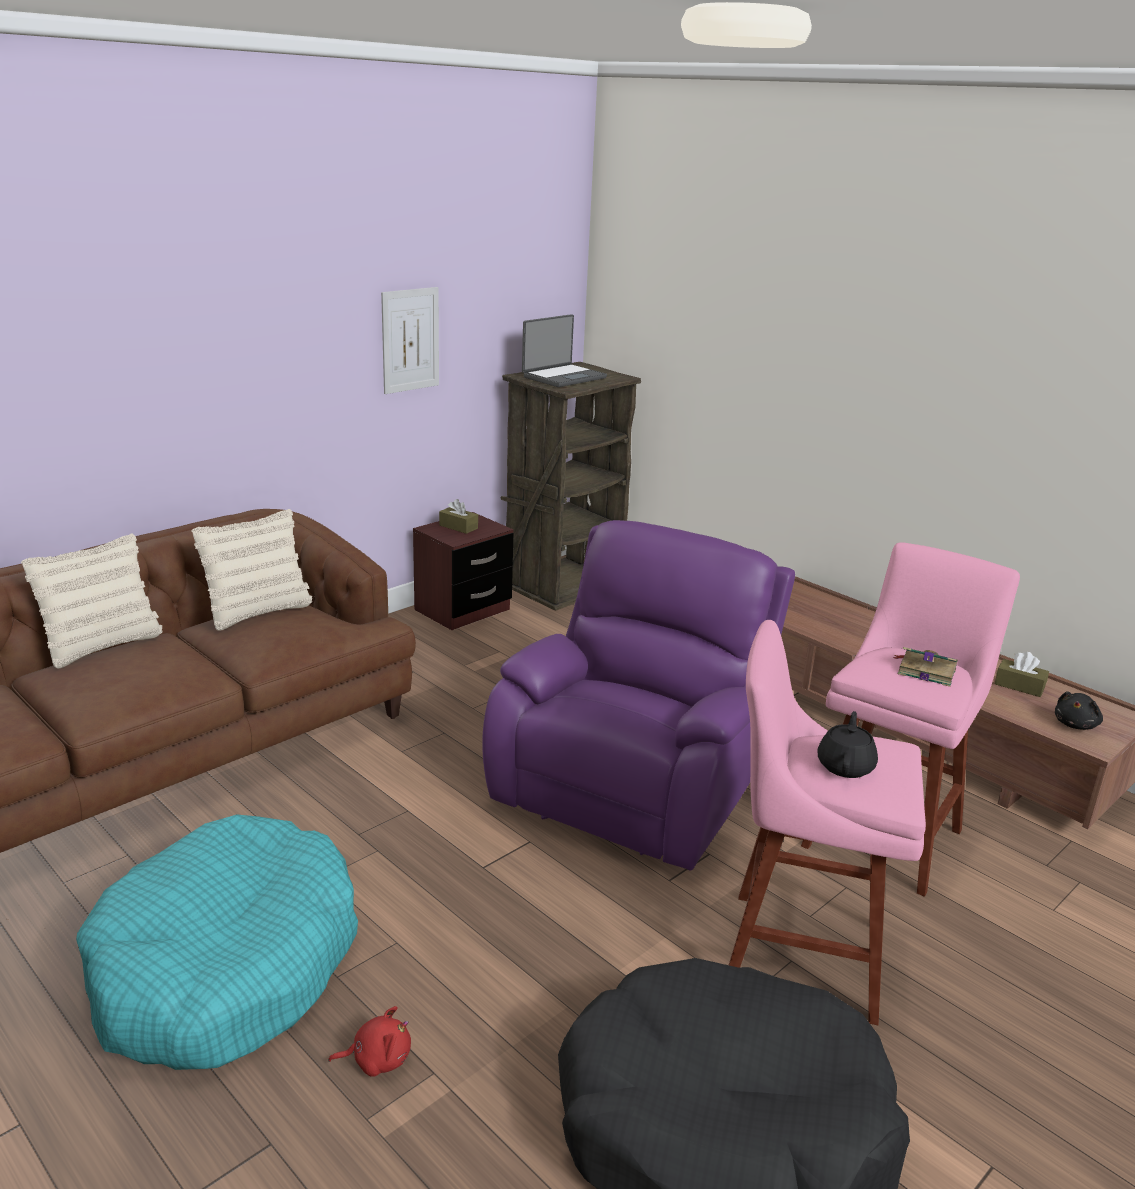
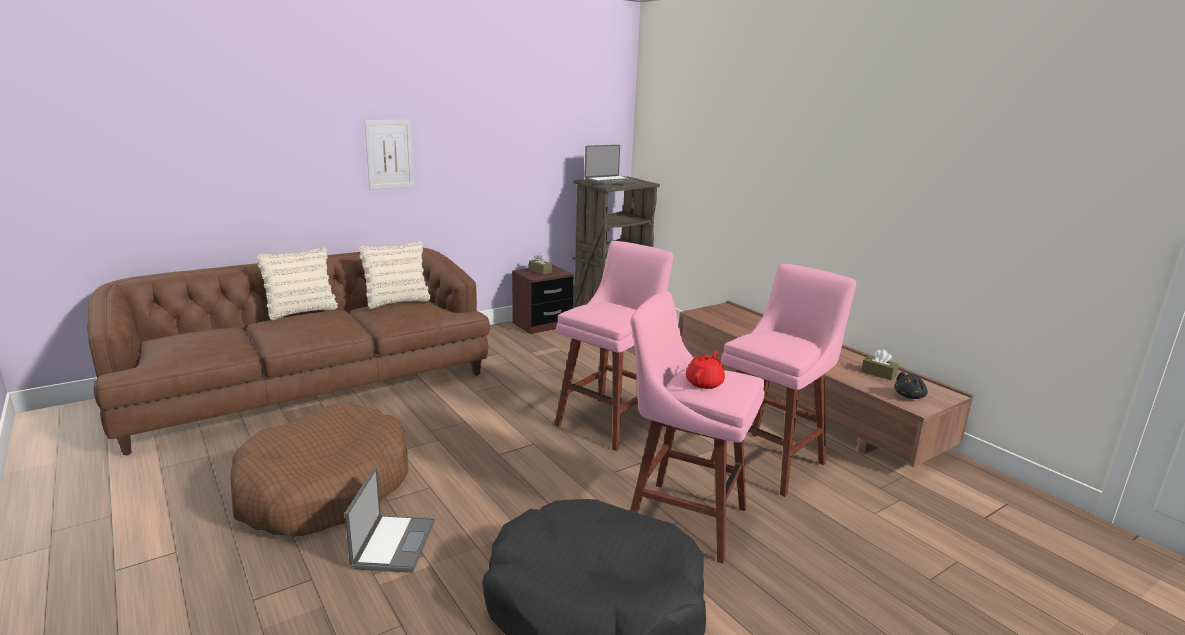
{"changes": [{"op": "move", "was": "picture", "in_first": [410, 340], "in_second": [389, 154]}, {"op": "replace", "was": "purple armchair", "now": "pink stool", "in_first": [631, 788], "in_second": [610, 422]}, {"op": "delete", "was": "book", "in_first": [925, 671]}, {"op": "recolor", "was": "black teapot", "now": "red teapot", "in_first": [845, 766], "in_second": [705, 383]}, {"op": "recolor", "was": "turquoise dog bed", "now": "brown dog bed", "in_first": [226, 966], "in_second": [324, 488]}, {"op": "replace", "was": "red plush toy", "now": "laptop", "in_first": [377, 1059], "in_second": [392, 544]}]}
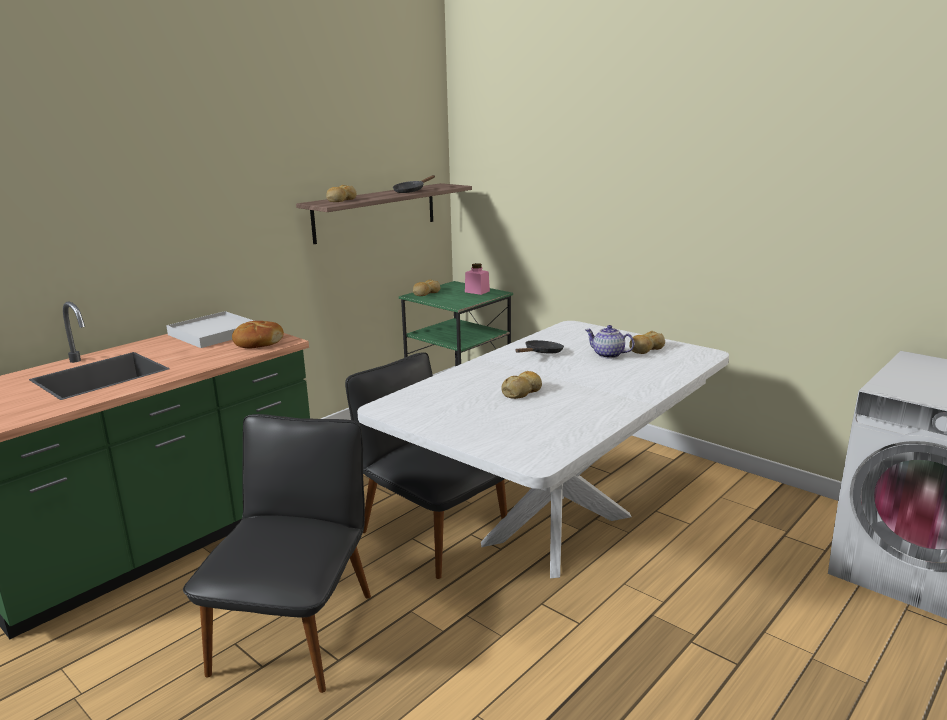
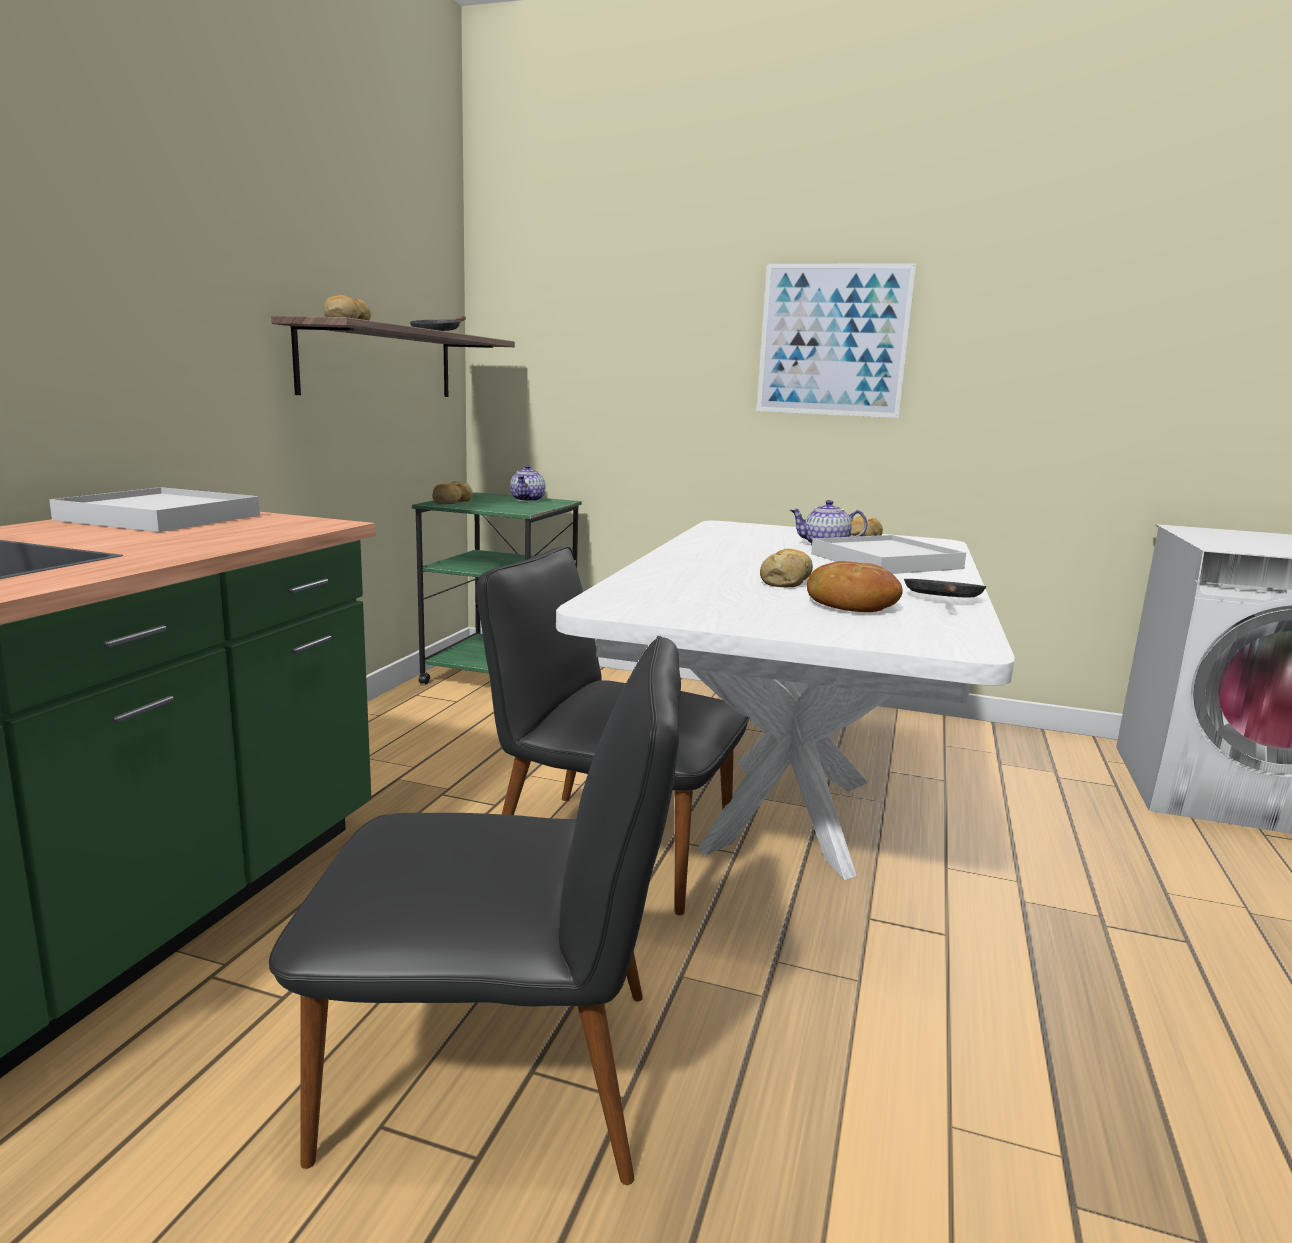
{"changes": [{"op": "replace", "was": "pink jar", "now": "teapot", "in_first": [477, 291], "in_second": [528, 500]}, {"op": "move", "was": "bread", "in_first": [258, 342], "in_second": [851, 604]}, {"op": "move", "was": "black frying pan", "in_first": [541, 353], "in_second": [943, 600]}, {"op": "rotate", "was": "black chair", "in_first": [293, 633], "in_second": [495, 1070], "clockwise": 105}, {"op": "insert", "now": "picture", "in_second": [833, 340]}, {"op": "insert", "now": "white tray", "in_second": [885, 561]}]}
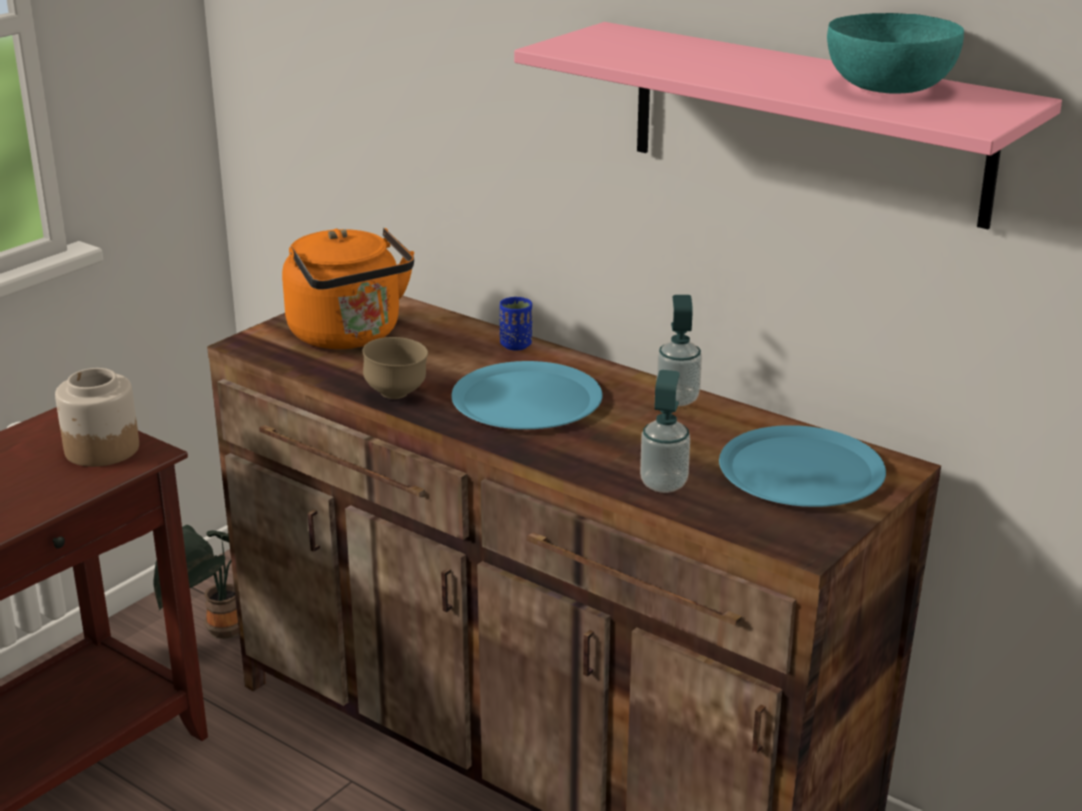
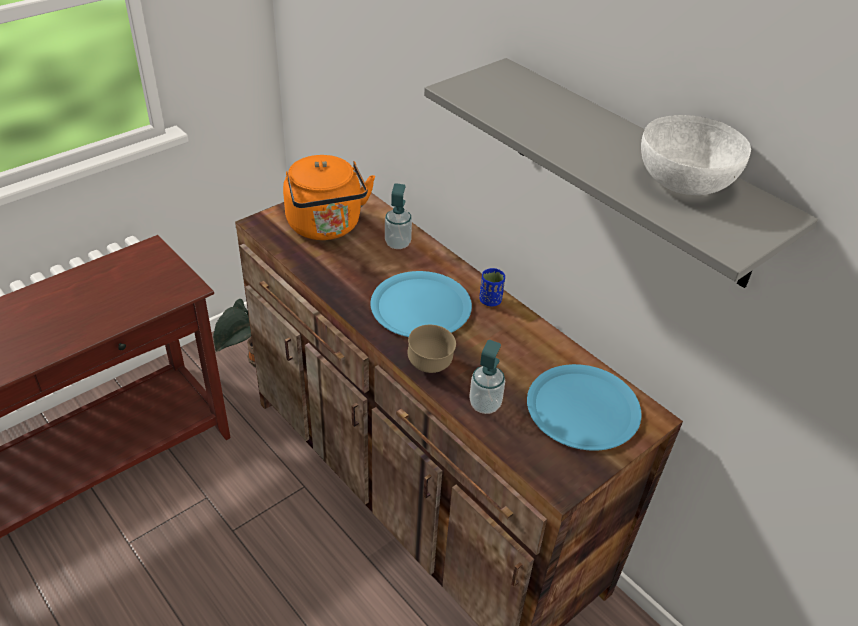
{"changes": [{"op": "recolor", "was": "turquoise bowl", "now": "white bowl", "in_first": [889, 87], "in_second": [684, 181]}, {"op": "recolor", "was": "pink shelf", "now": "grey shelf", "in_first": [807, 122], "in_second": [632, 172]}, {"op": "move", "was": "soap dispenser", "in_first": [677, 399], "in_second": [397, 243]}, {"op": "move", "was": "blue cup", "in_first": [516, 345], "in_second": [490, 300]}, {"op": "move", "was": "brown bowl", "in_first": [397, 395], "in_second": [430, 366]}, {"op": "delete", "was": "jar", "in_first": [101, 449]}]}
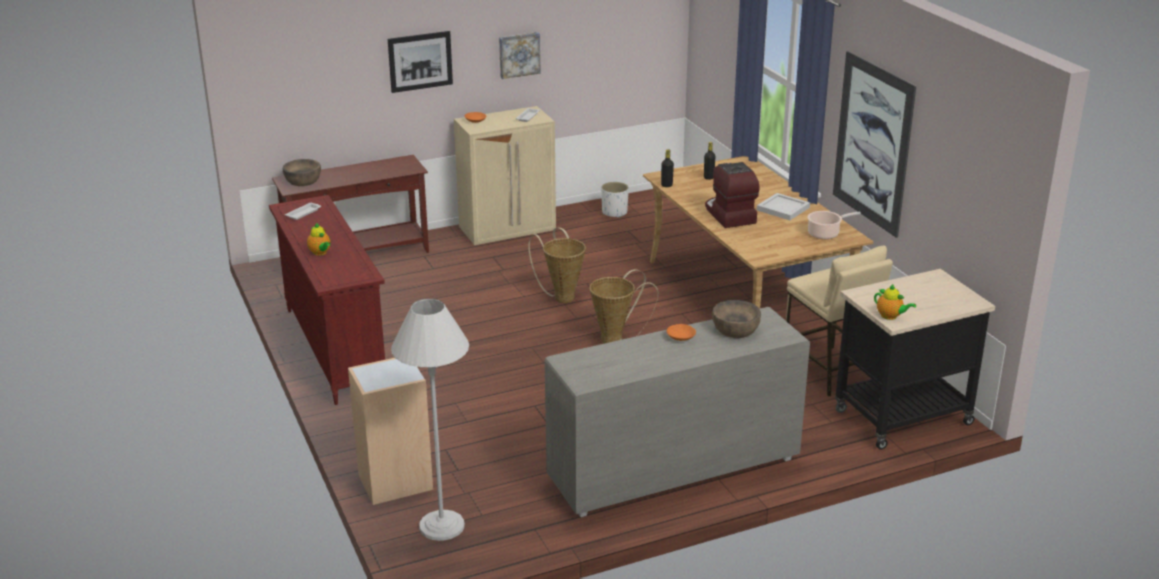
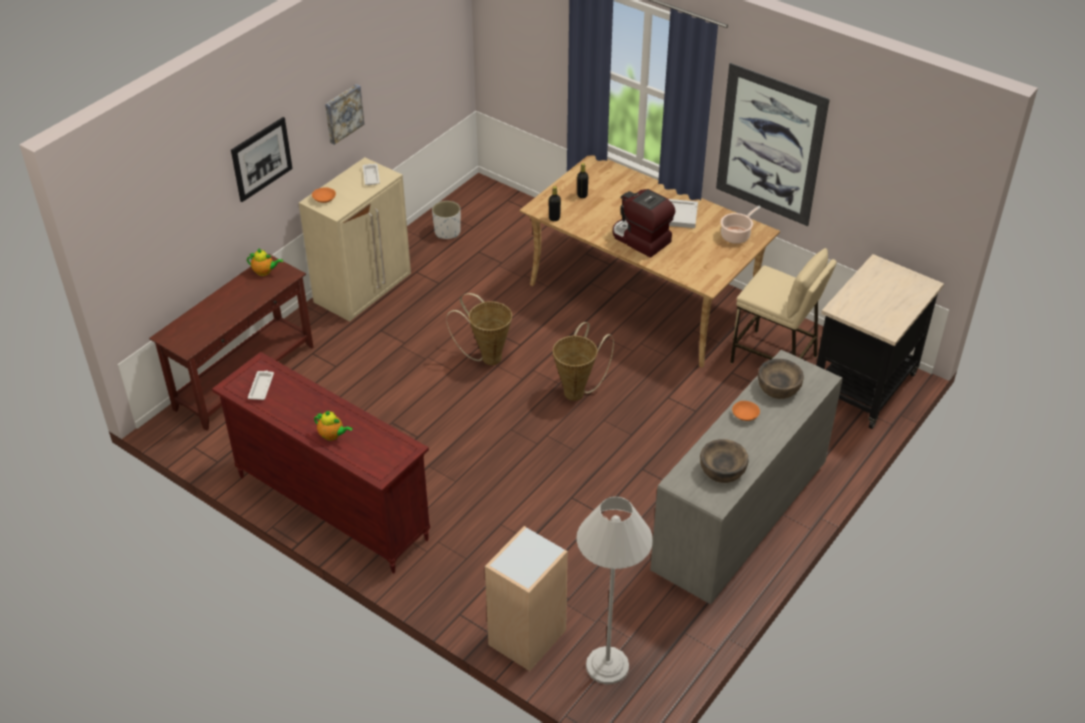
{"changes": [{"op": "move", "was": "brown bowl", "in_first": [303, 180], "in_second": [722, 470]}, {"op": "move", "was": "teapot", "in_first": [890, 316], "in_second": [265, 272]}]}
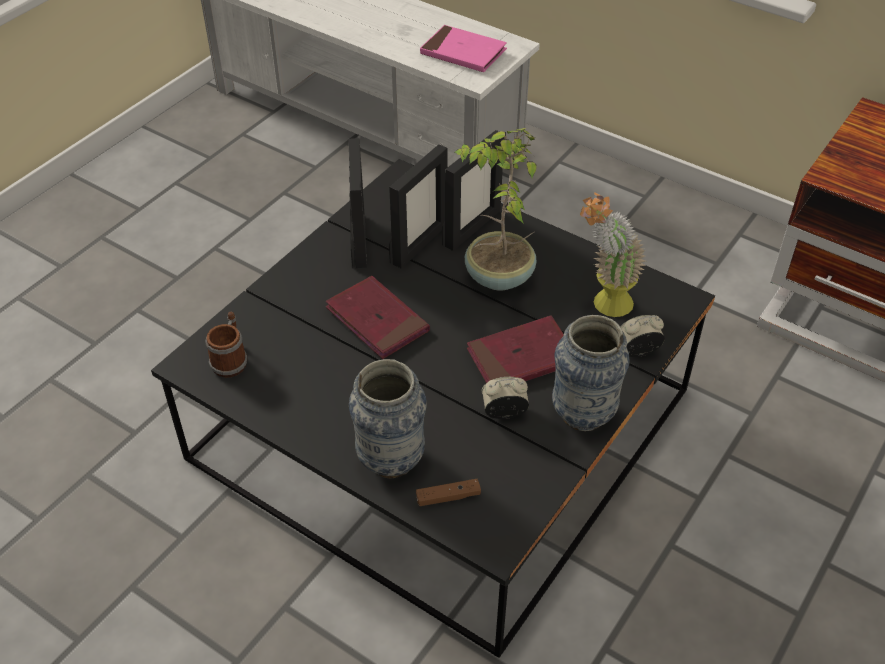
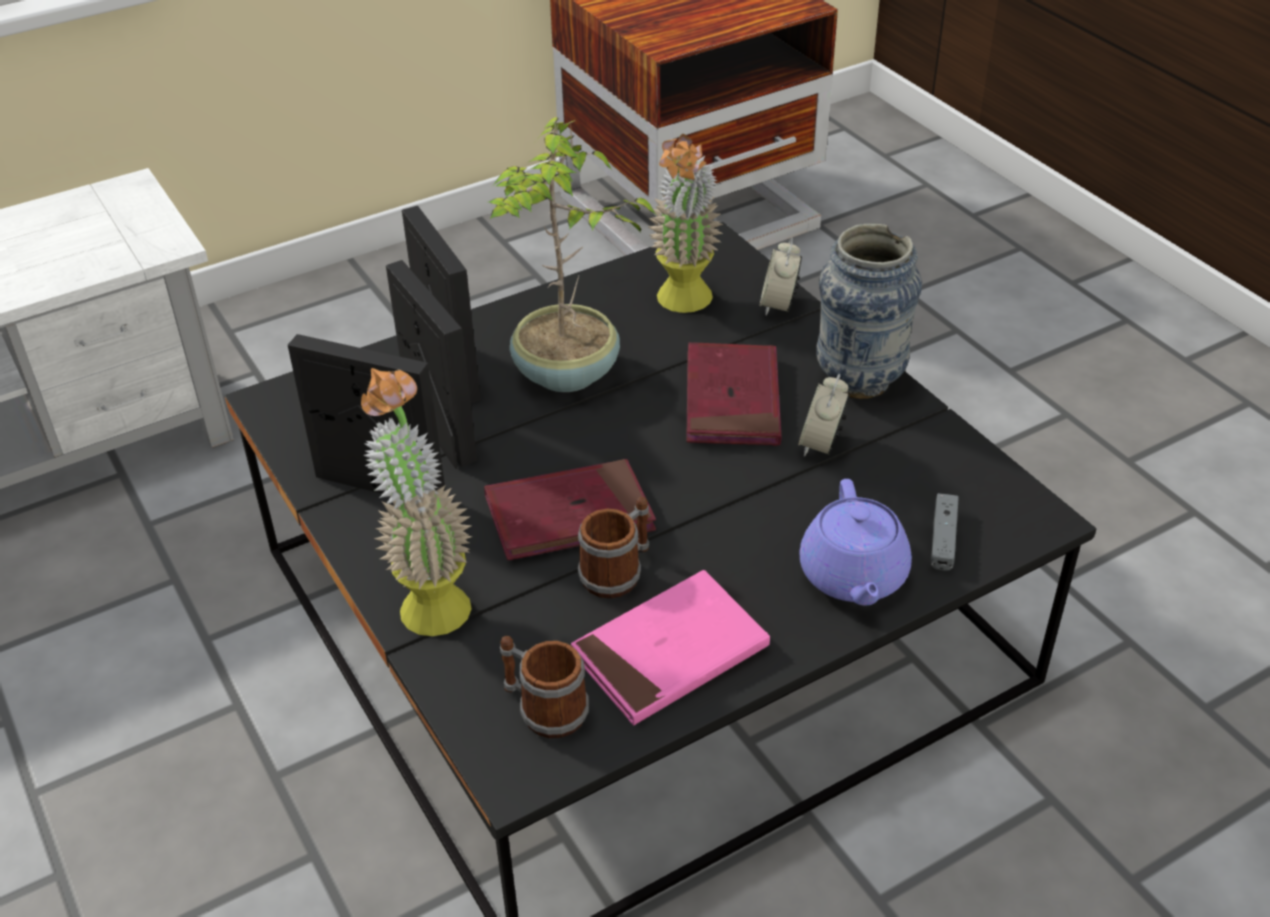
{"changes": [{"op": "move", "was": "pink book", "in_first": [463, 53], "in_second": [670, 653]}, {"op": "replace", "was": "vase", "now": "purple teapot", "in_first": [390, 460], "in_second": [853, 577]}, {"op": "recolor", "was": "brown game controller", "now": "grey game controller", "in_first": [448, 497], "in_second": [943, 539]}, {"op": "insert", "now": "potted plant", "in_second": [428, 597]}, {"op": "insert", "now": "mug", "in_second": [618, 572]}]}
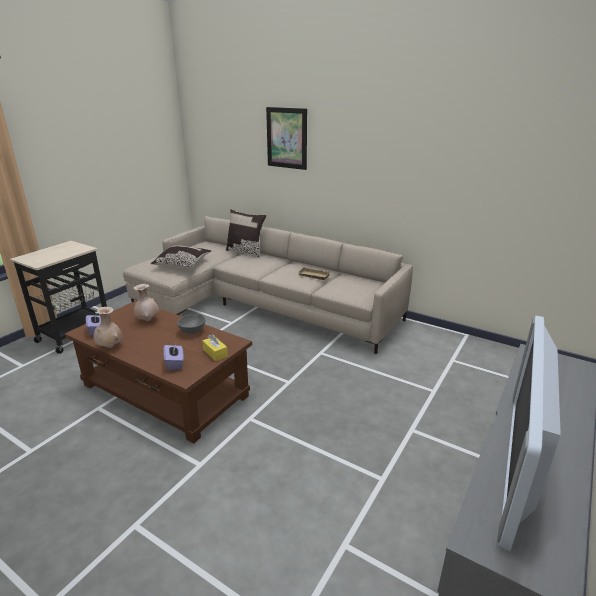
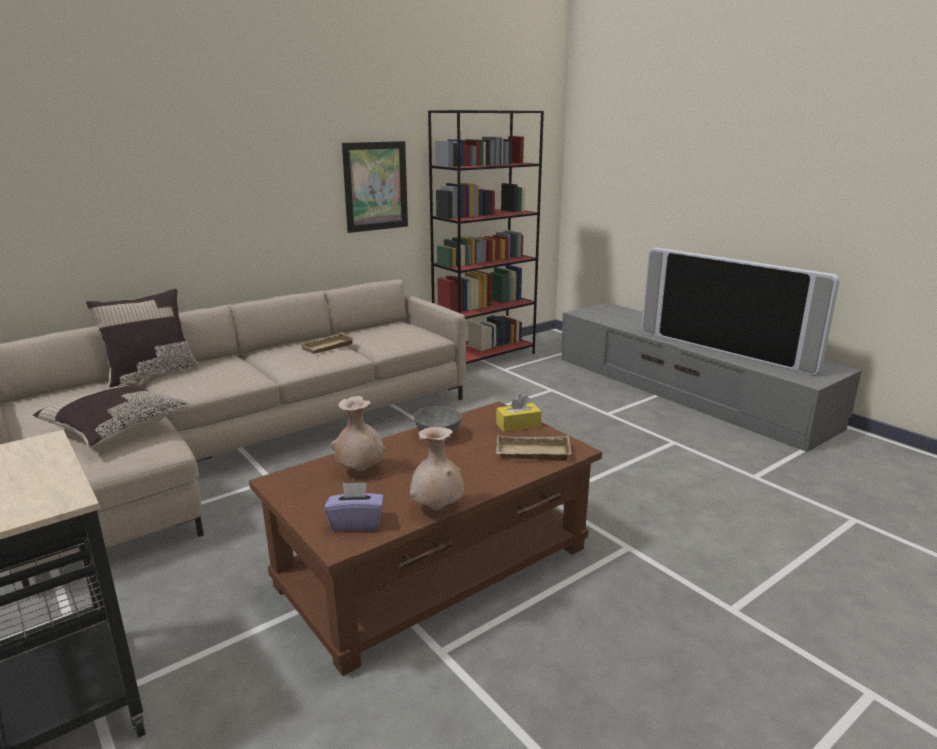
{"changes": [{"op": "move", "was": "picture", "in_first": [287, 138], "in_second": [375, 186]}, {"op": "replace", "was": "purple tissue box", "now": "beige tray", "in_first": [175, 363], "in_second": [531, 454]}, {"op": "insert", "now": "red bookcase", "in_second": [484, 357]}]}
